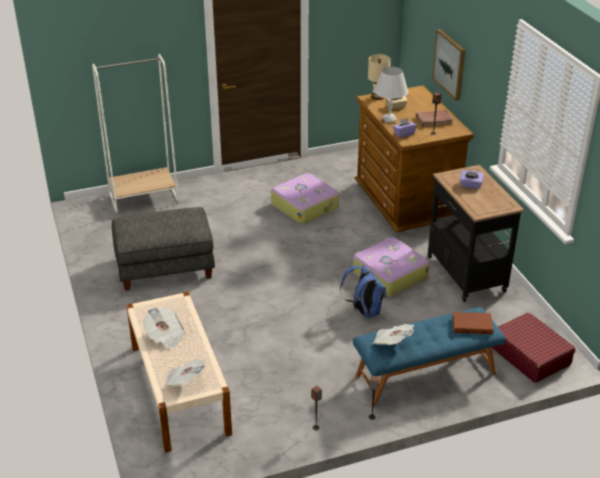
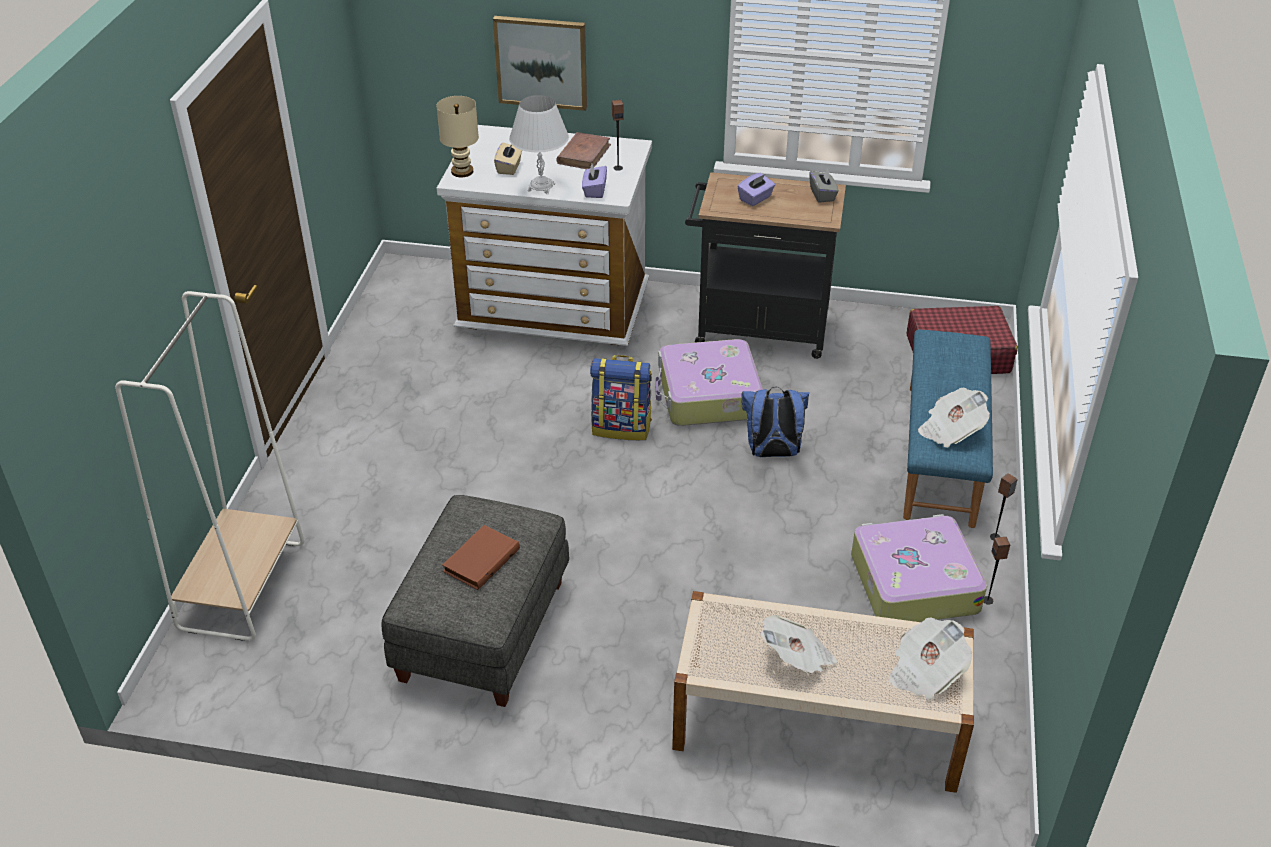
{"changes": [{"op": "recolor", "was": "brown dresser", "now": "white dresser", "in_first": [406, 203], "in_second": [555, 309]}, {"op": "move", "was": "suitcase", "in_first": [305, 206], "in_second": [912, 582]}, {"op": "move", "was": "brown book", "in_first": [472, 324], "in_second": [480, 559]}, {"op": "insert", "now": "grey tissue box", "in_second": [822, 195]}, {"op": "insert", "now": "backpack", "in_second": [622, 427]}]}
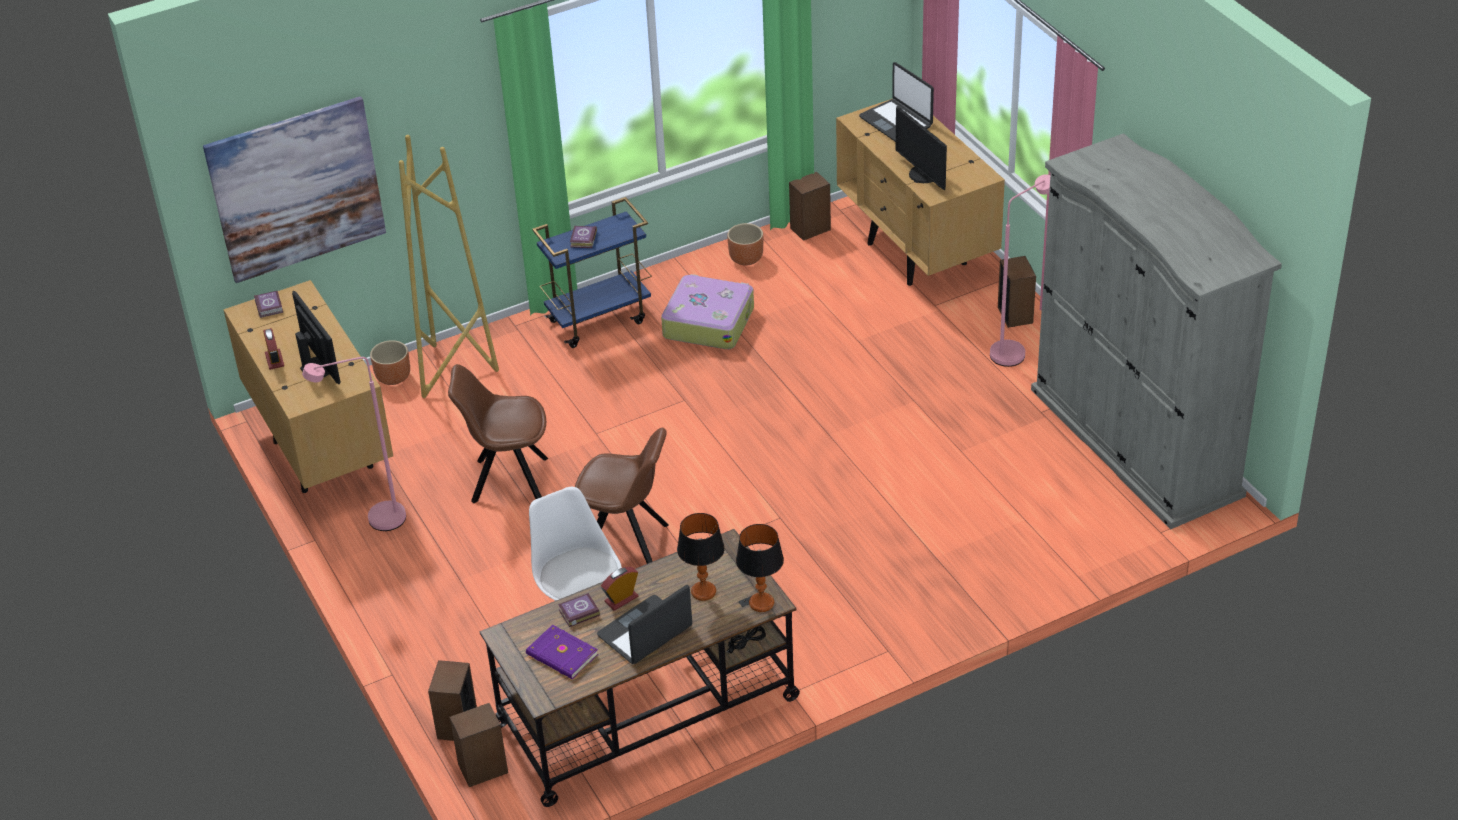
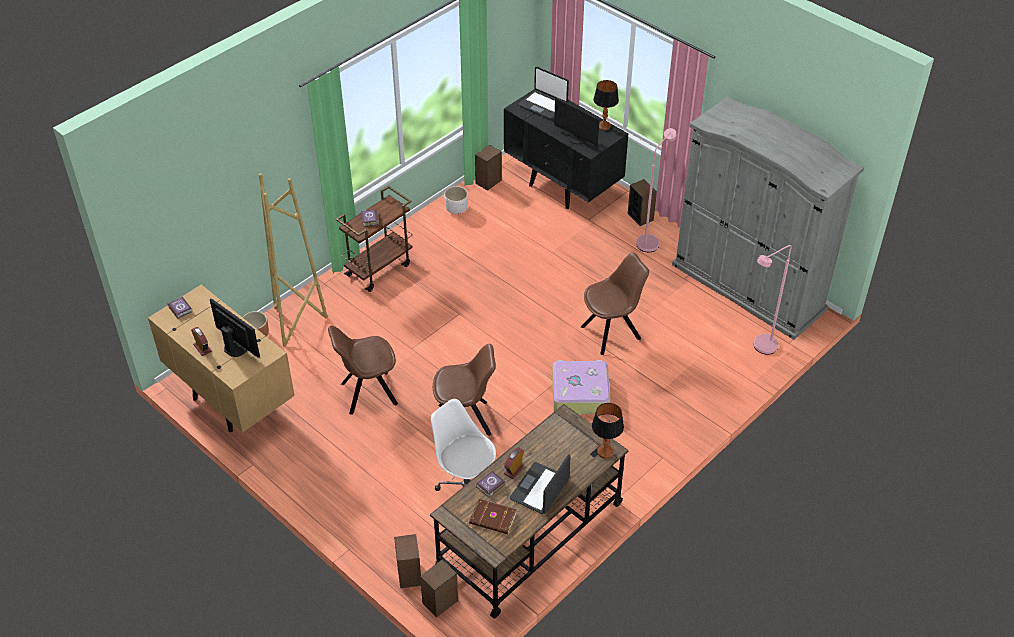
{"changes": [{"op": "delete", "was": "picture", "in_first": [296, 189]}, {"op": "recolor", "was": "beige dresser", "now": "black dresser", "in_first": [917, 255], "in_second": [563, 187]}, {"op": "recolor", "was": "blue cart", "now": "brown cart", "in_first": [600, 321], "in_second": [380, 269]}, {"op": "recolor", "was": "brown planter", "now": "white planter", "in_first": [746, 259], "in_second": [457, 209]}, {"op": "move", "was": "suitcase", "in_first": [708, 322], "in_second": [579, 393]}, {"op": "move", "was": "pink floor lamp", "in_first": [376, 520], "in_second": [760, 348]}, {"op": "move", "was": "table lamp", "in_first": [703, 591], "in_second": [604, 126]}, {"op": "recolor", "was": "purple book", "now": "brown book", "in_first": [561, 655], "in_second": [493, 519]}, {"op": "insert", "now": "brown chair", "in_second": [611, 333]}]}
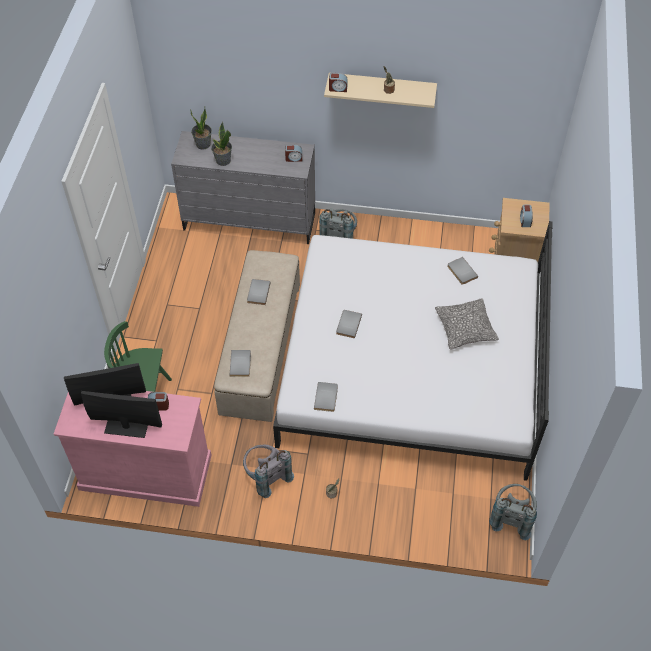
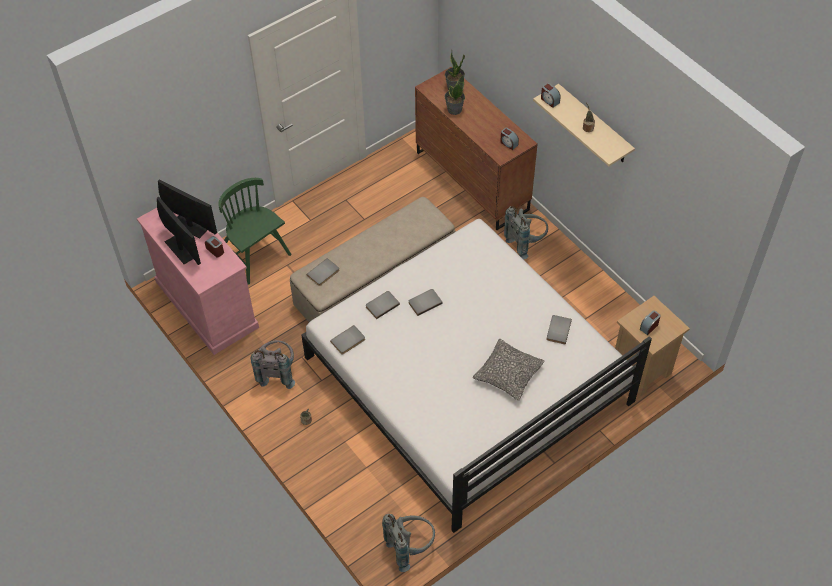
{"changes": [{"op": "recolor", "was": "grey dresser", "now": "brown dresser", "in_first": [250, 221], "in_second": [473, 180]}, {"op": "move", "was": "grey book", "in_first": [257, 292], "in_second": [381, 305]}]}
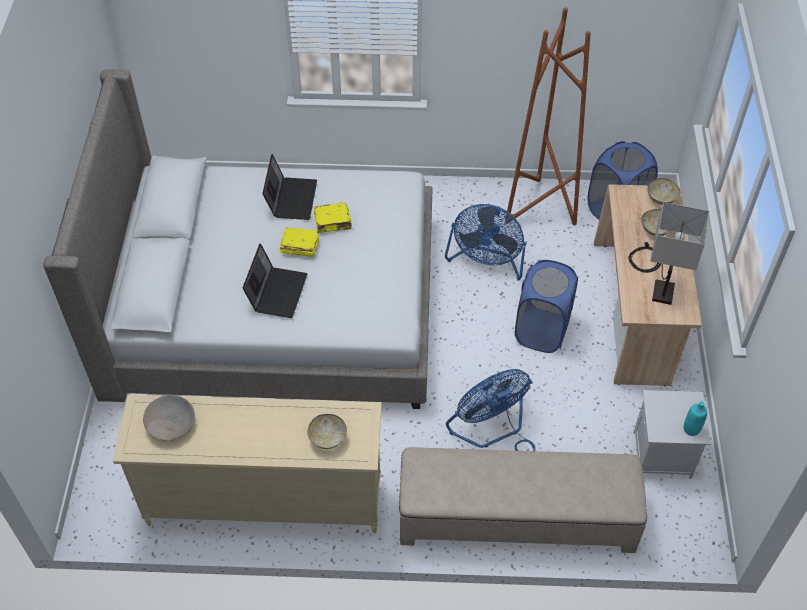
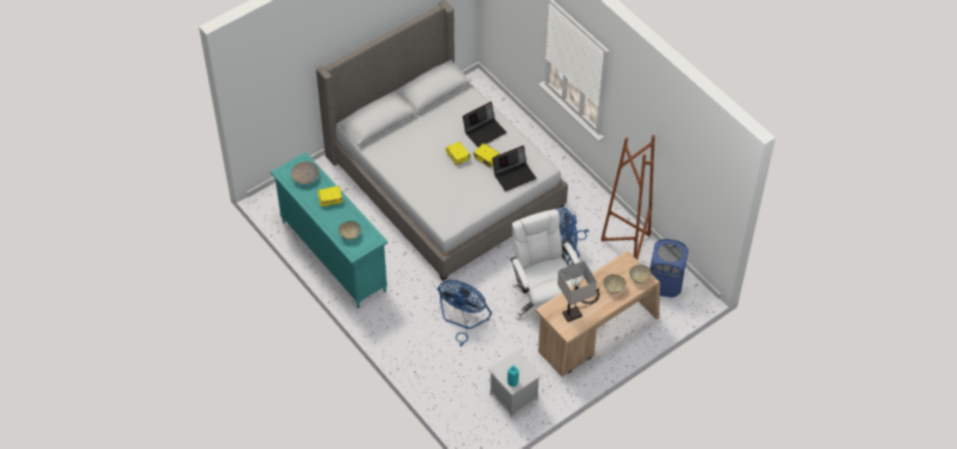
{"changes": [{"op": "move", "was": "laptop", "in_first": [277, 292], "in_second": [514, 175]}, {"op": "replace", "was": "blue laundry basket", "now": "white office chair", "in_first": [541, 331], "in_second": [542, 301]}, {"op": "recolor", "was": "beige dresser", "now": "turquoise dresser", "in_first": [264, 504], "in_second": [333, 257]}, {"op": "delete", "was": "beige bench", "in_first": [515, 516]}, {"op": "insert", "now": "yellow book", "in_second": [330, 199]}]}
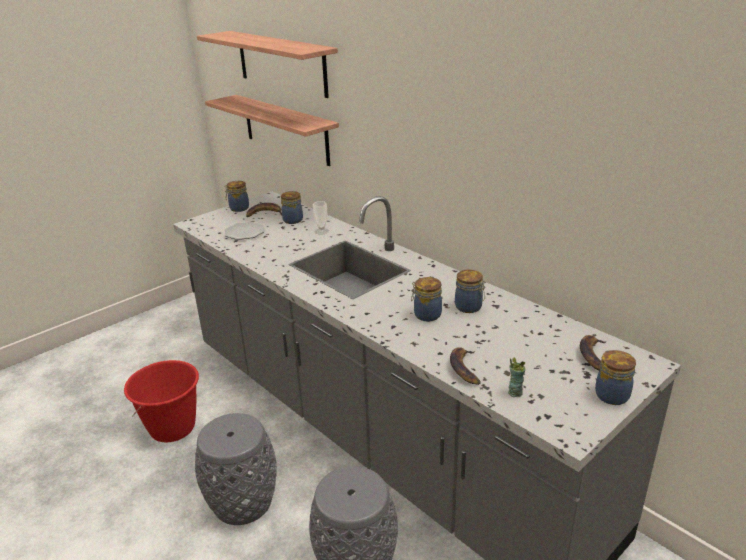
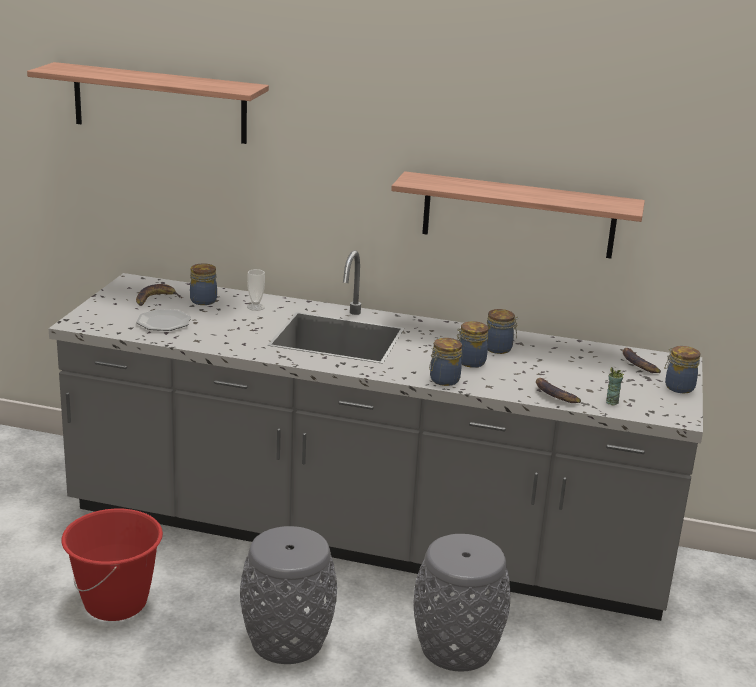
{"changes": [{"op": "move", "was": "shelf", "in_first": [285, 129], "in_second": [518, 215]}, {"op": "move", "was": "jar", "in_first": [238, 208], "in_second": [443, 380]}]}
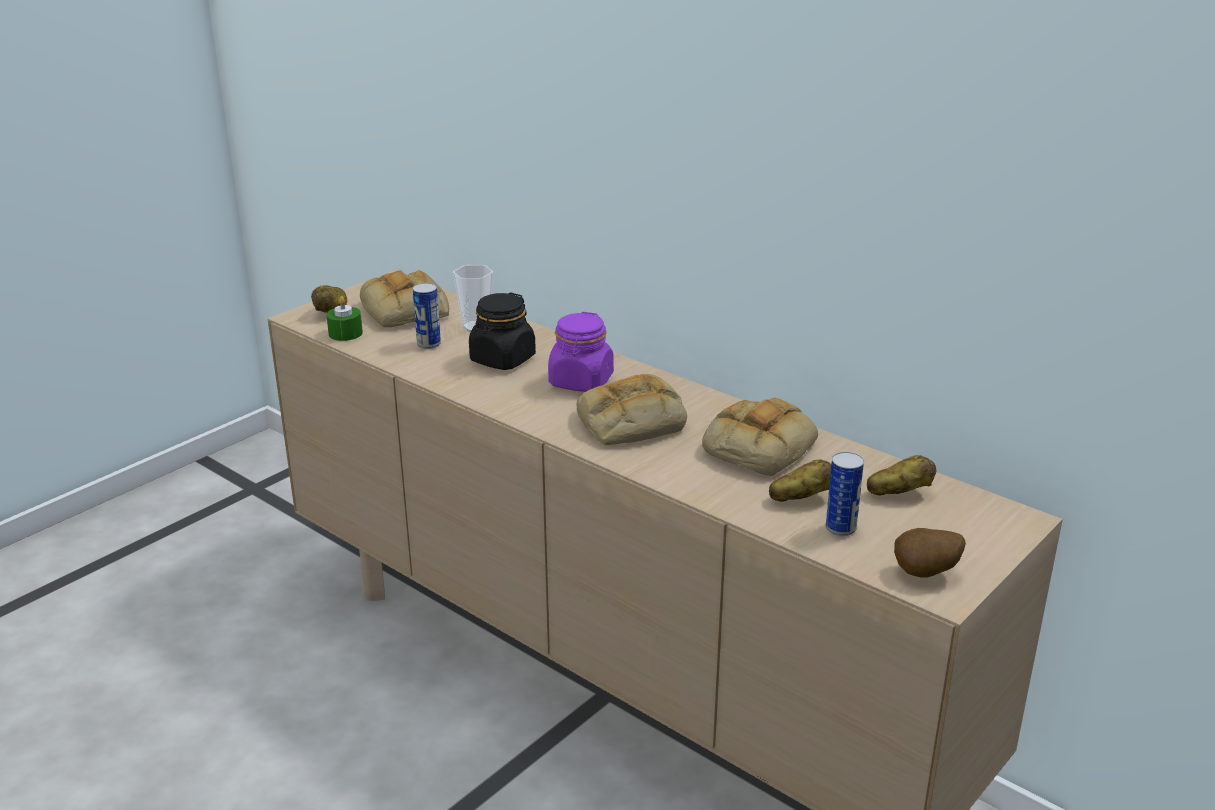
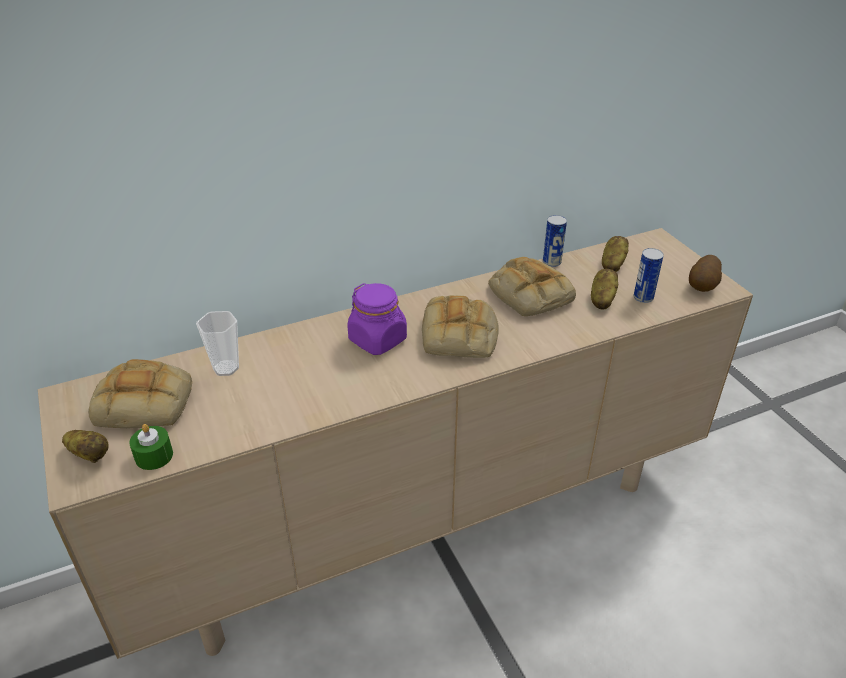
{"changes": [{"op": "move", "was": "can", "in_first": [429, 344], "in_second": [551, 262]}, {"op": "delete", "was": "black jar", "in_first": [502, 359]}]}
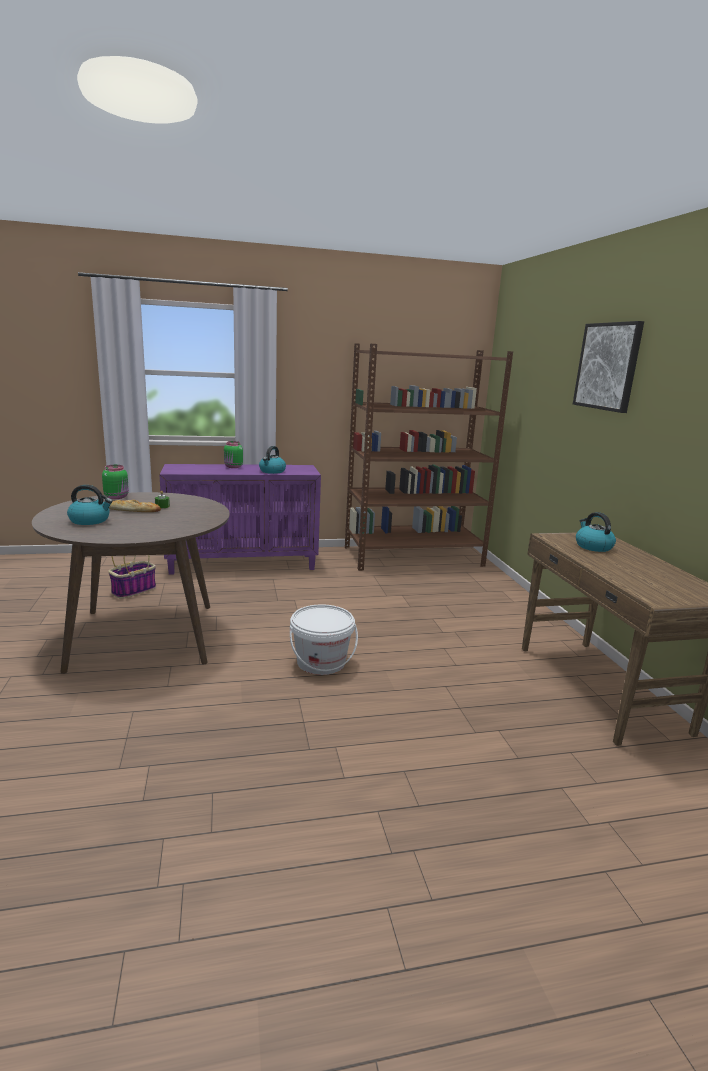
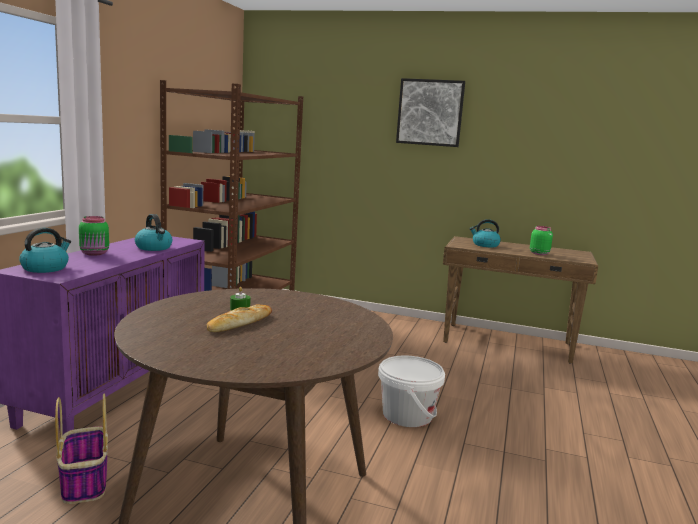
{"changes": [{"op": "move", "was": "green jar", "in_first": [117, 497], "in_second": [539, 253]}, {"op": "move", "was": "kettle", "in_first": [90, 520], "in_second": [45, 268]}]}
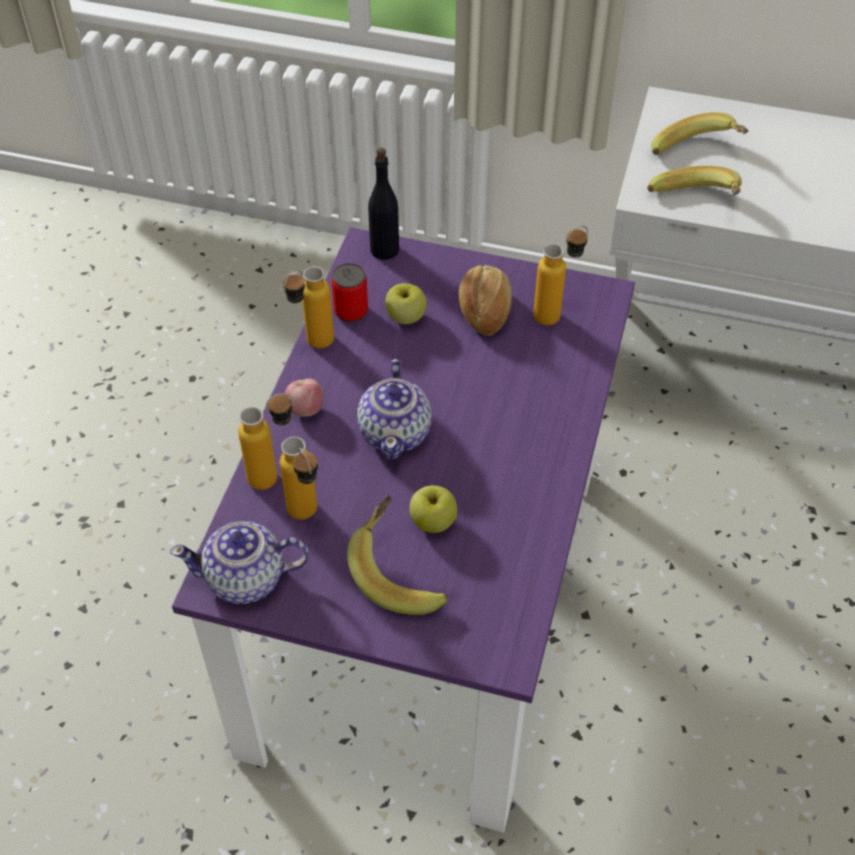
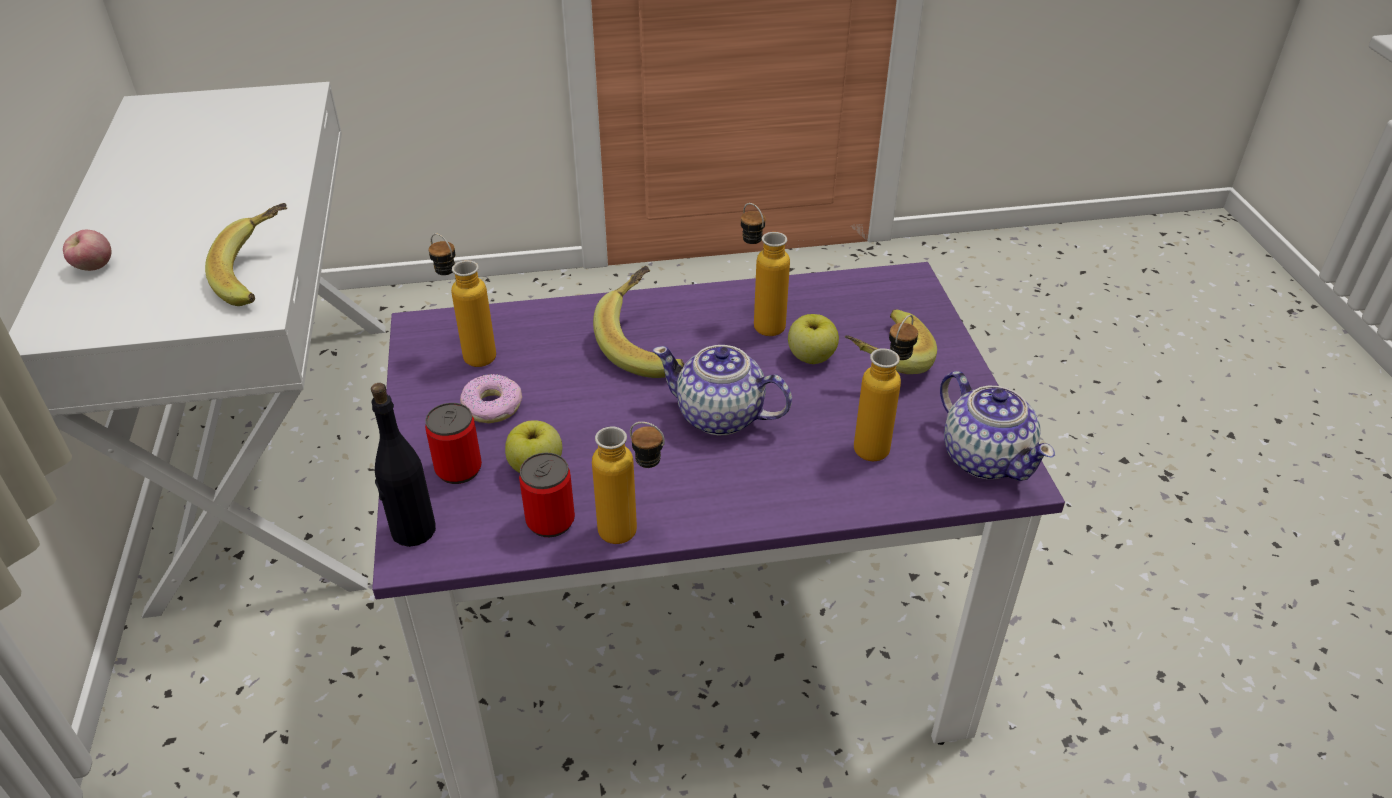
{"changes": [{"op": "move", "was": "banana", "in_first": [697, 154], "in_second": [646, 344]}, {"op": "replace", "was": "bread", "now": "donut", "in_first": [484, 311], "in_second": [492, 406]}, {"op": "rotate", "was": "teapot", "in_first": [396, 432], "in_second": [721, 416], "clockwise": -135}, {"op": "move", "was": "apple", "in_first": [305, 409], "in_second": [94, 267]}, {"op": "move", "was": "bottle", "in_first": [275, 476], "in_second": [760, 322]}, {"op": "insert", "now": "can", "in_second": [458, 469]}]}
